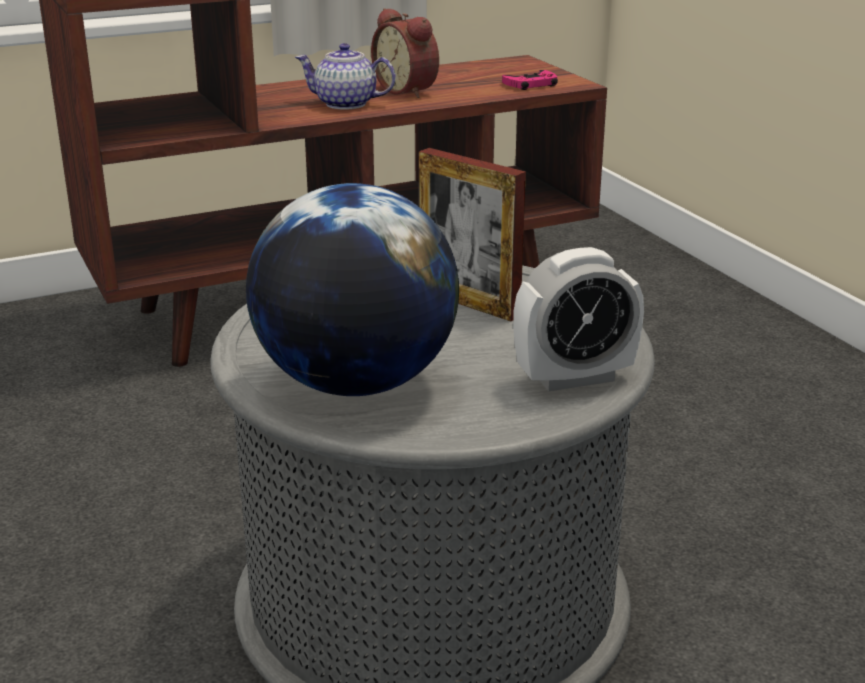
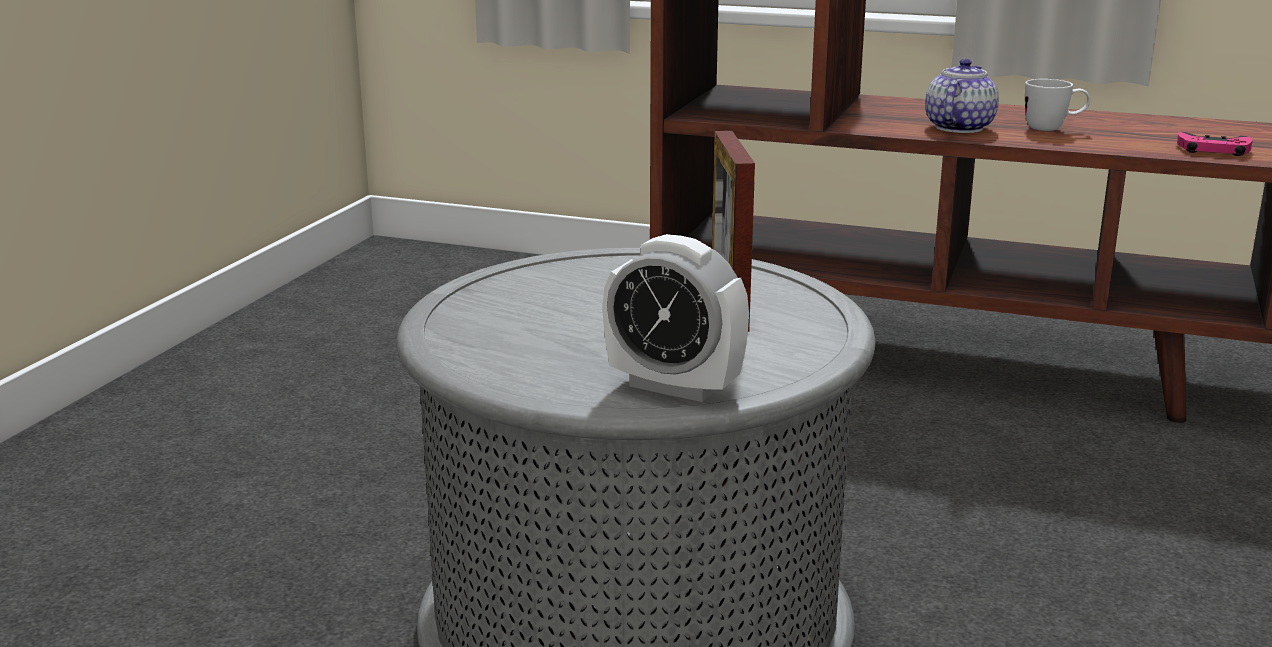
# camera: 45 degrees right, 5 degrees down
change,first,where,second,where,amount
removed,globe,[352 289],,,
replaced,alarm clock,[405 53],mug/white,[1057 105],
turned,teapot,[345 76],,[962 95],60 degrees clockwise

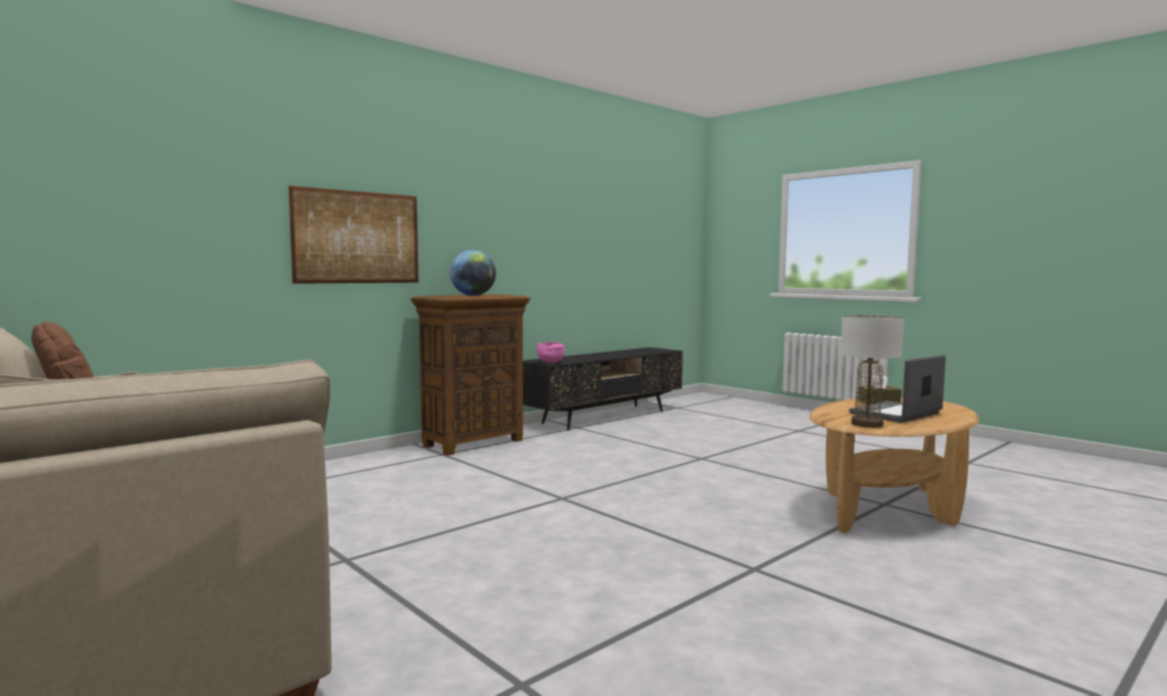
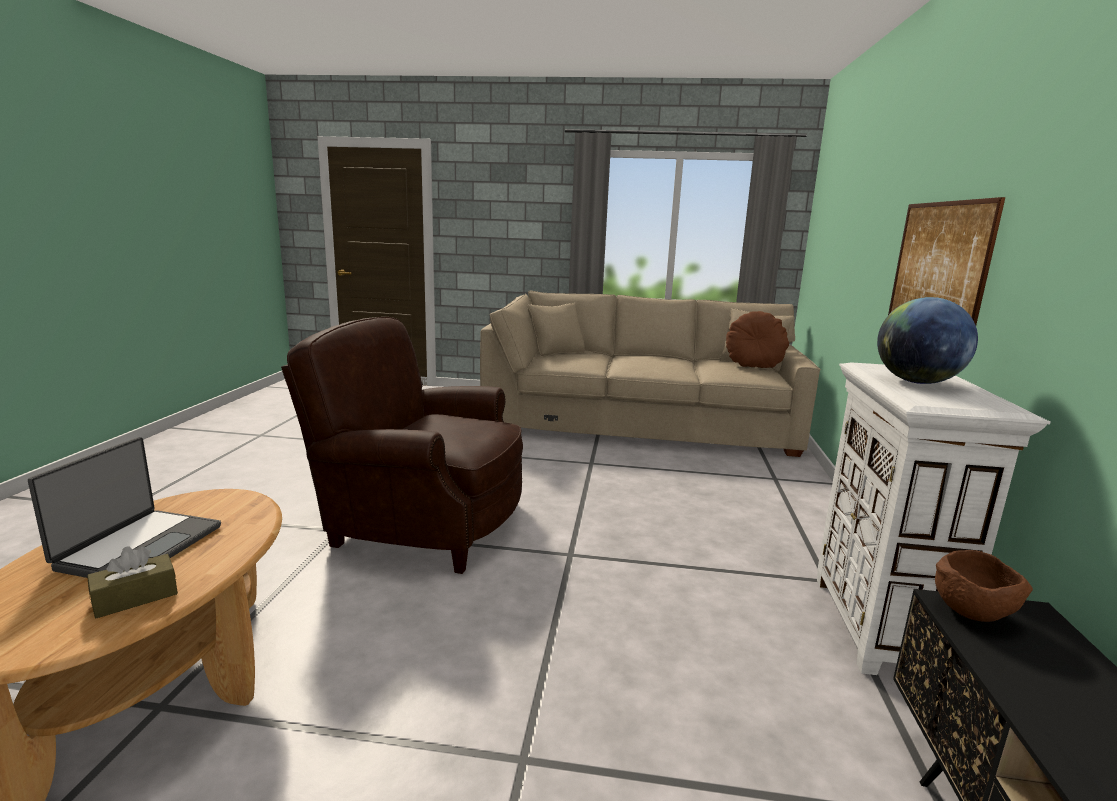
# camera: 140 degrees right, 10 degrees up
change,first,where,second,where,amount
removed,table lamp,[872 371],,,
added,,,armchair/brown,[402 445],
recoloured,cabinet/brown,[470 375],cabinet/white,[934 518],
recoloured,bowl/pink,[551 352],bowl/brown,[984 586],

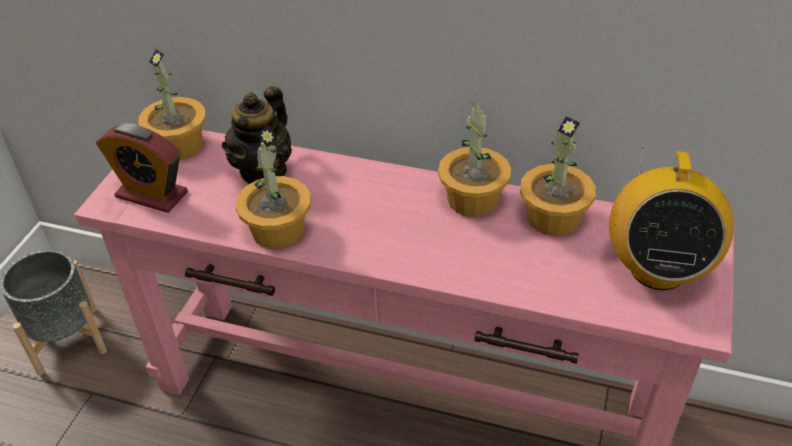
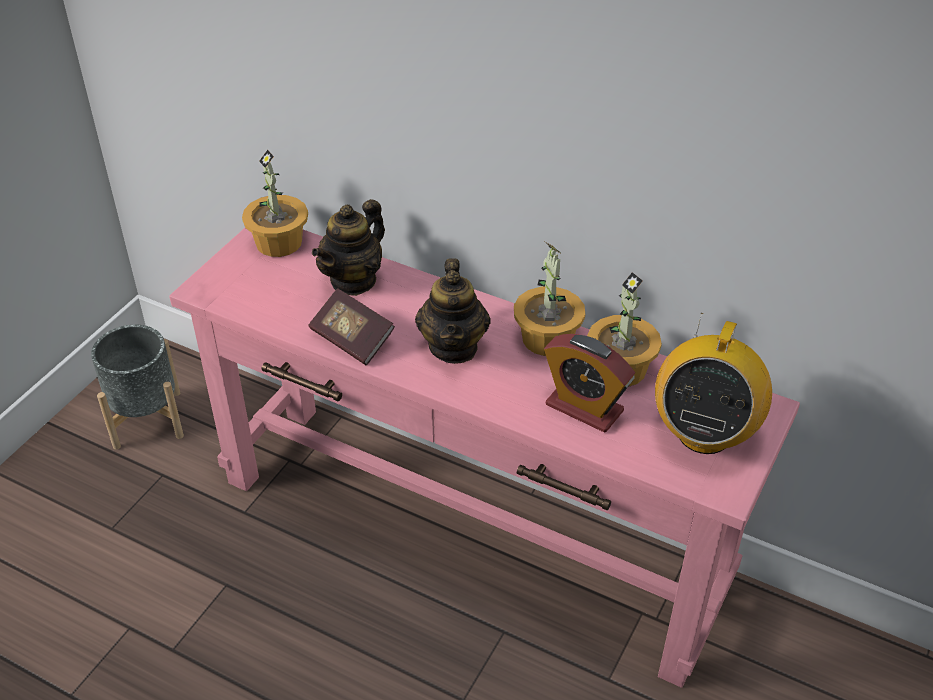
# camera: 10 degrees right, 0 degrees up
change,first,where,second,where,amount
added,,,teapot,[453 311],
moved,alarm clock,[142 168],,[589 383],
replaced,potted plant,[273 187],book,[352 326],

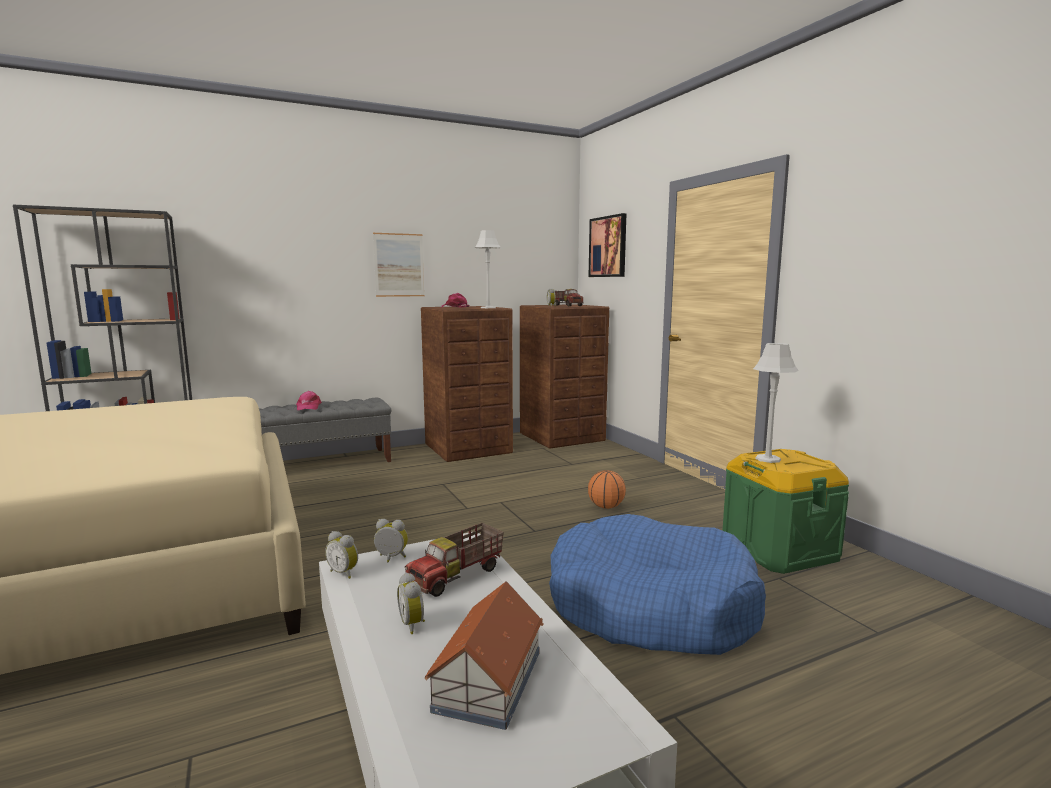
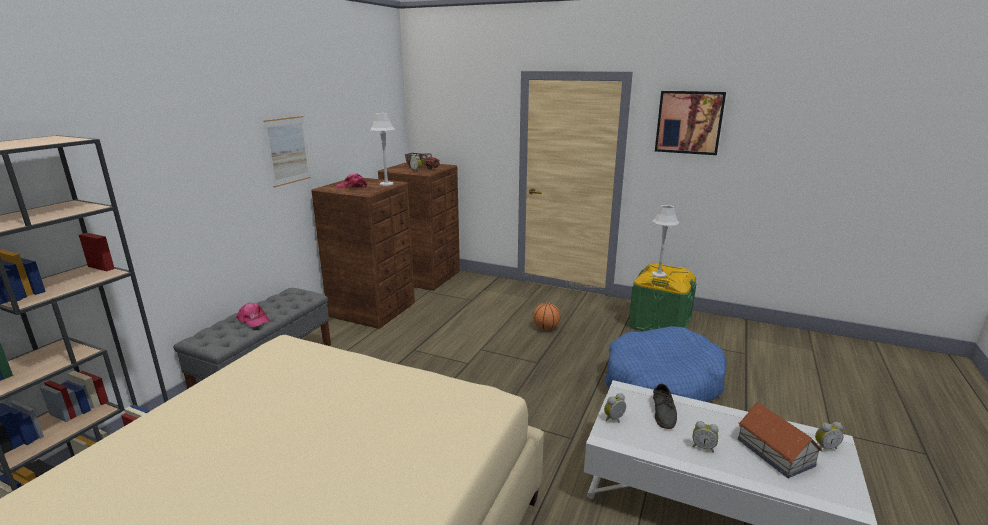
# camera: 40 degrees left, 10 degrees up
change,first,where,second,where,amount
moved,alarm clock,[341 555],,[829 435],
moved,picture,[608 245],,[690 123],
replaced,toy truck,[454 560],shoe/grey,[665 406],

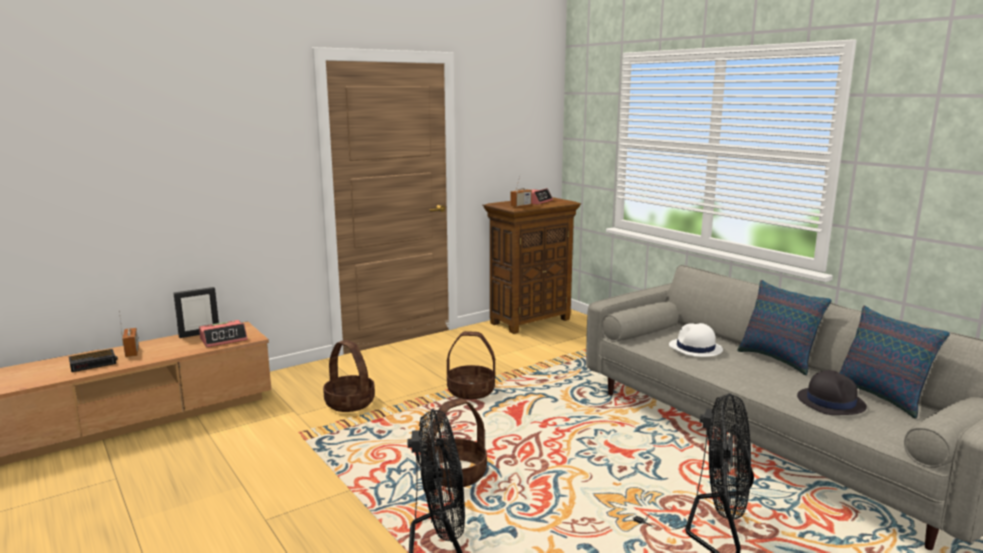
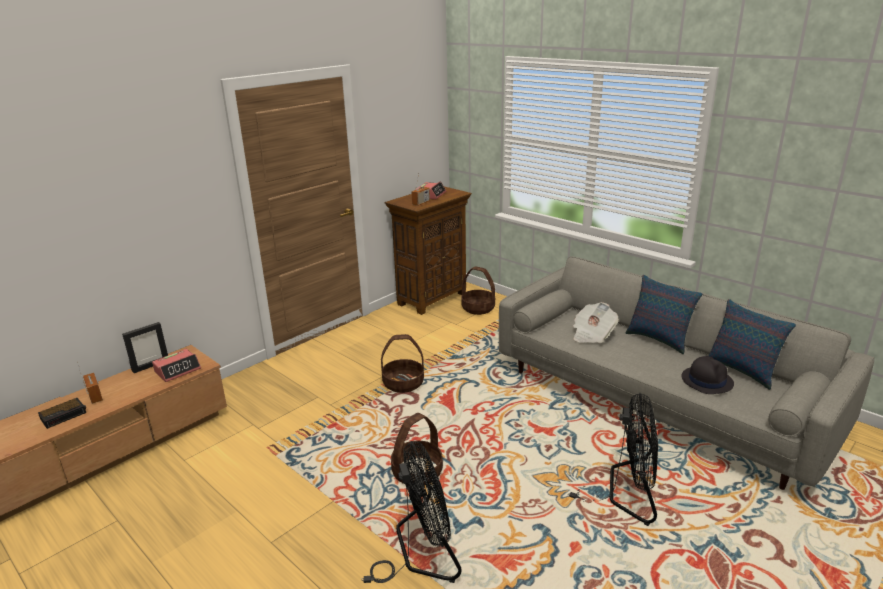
# camera: 10 degrees left, 10 degrees up
change,first,where,second,where,amount
moved,basket,[349 376],,[478 290],
replaced,hat/white,[696 340],newspaper,[596 322],

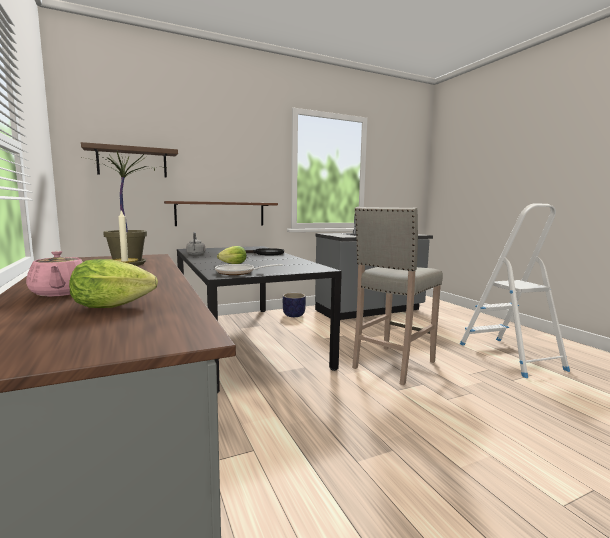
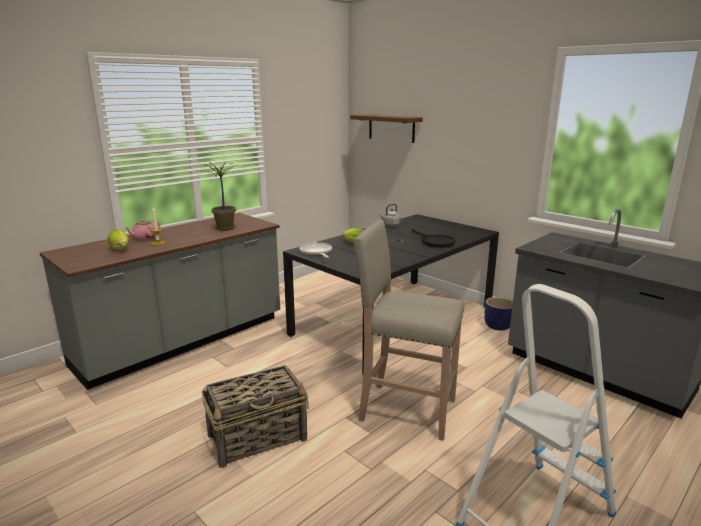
# camera: 70 degrees right, 10 degrees up
change,first,where,second,where,amount
removed,shelf/brown,[221 213],,,
added,,,basket,[255 416],

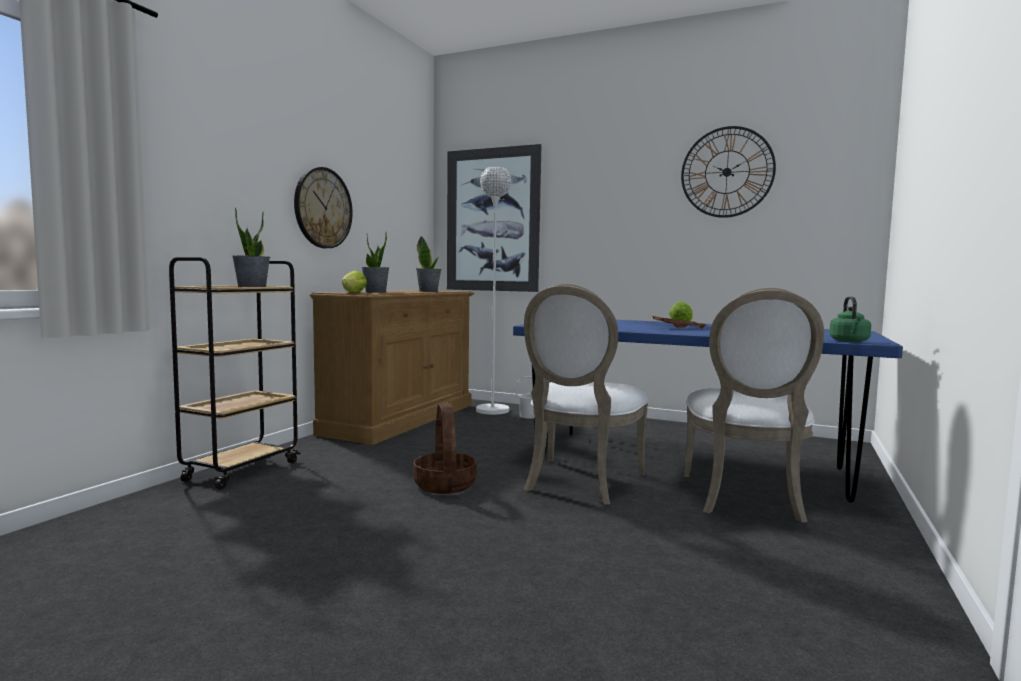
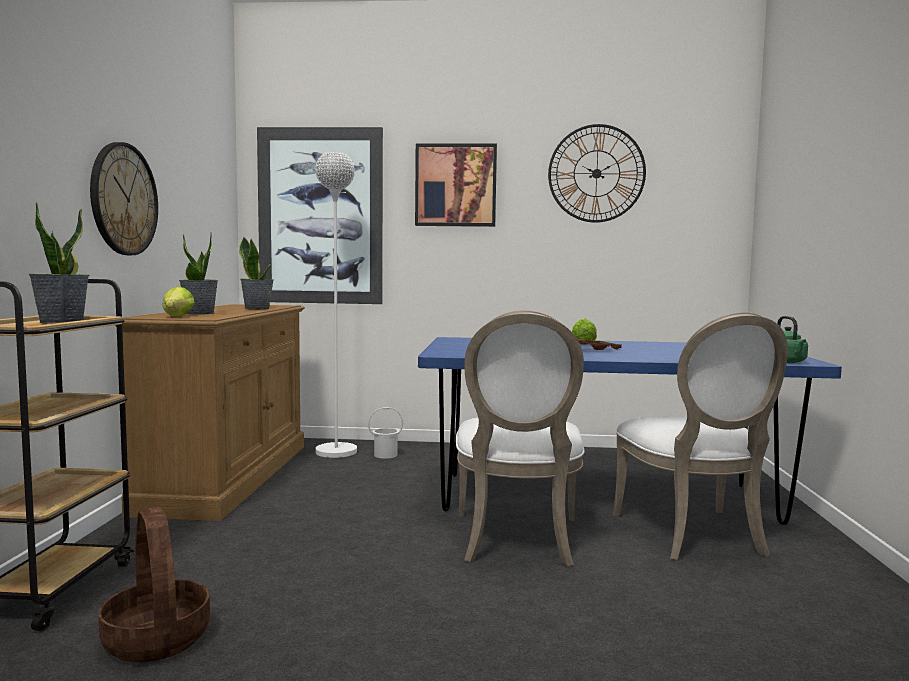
# camera: 20 degrees left, 0 degrees up
change,first,where,second,where,amount
added,,,picture,[456 185],
moved,basket,[445 448],,[154 585],

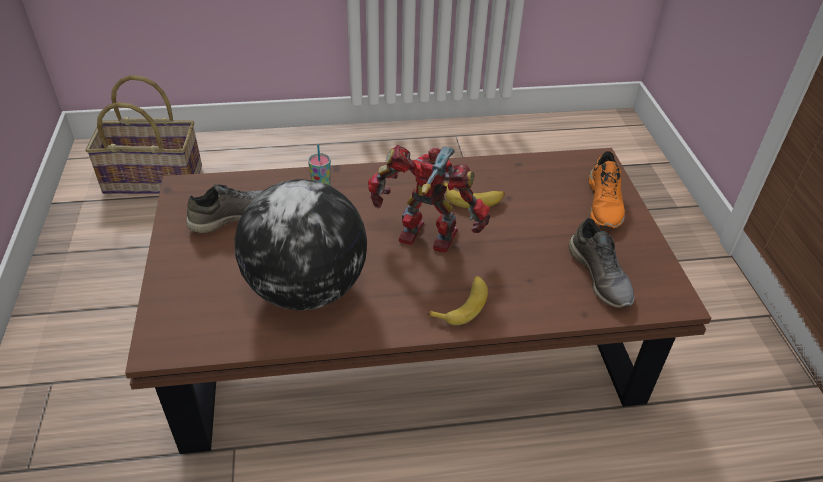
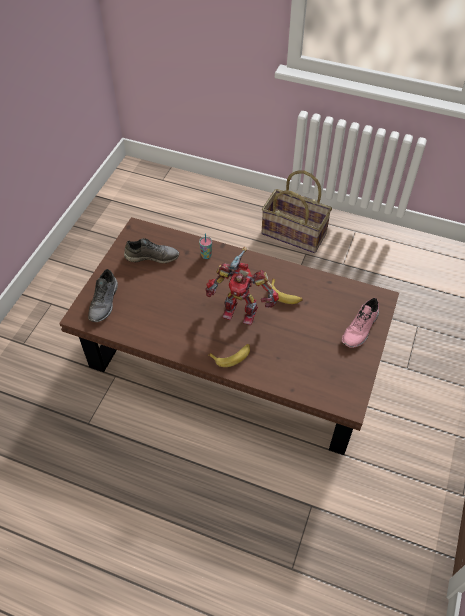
# camera: 30 degrees right, 10 degrees up
change,first,where,second,where,amount
removed,globe,[301 244],,,
moved,basket,[143 134],,[297 211],
moved,shoe/grey,[601 263],,[103 295],
recoloured,shoe/orange,[606 189],shoe/pink,[360 323],
turned,toy robot,[429 198],,[242 286],150 degrees clockwise

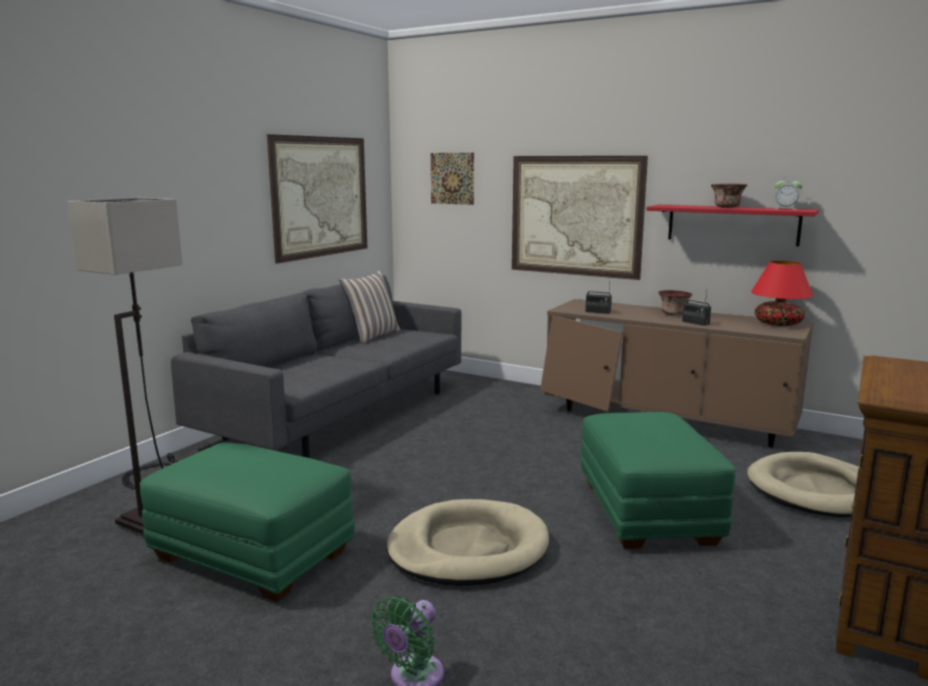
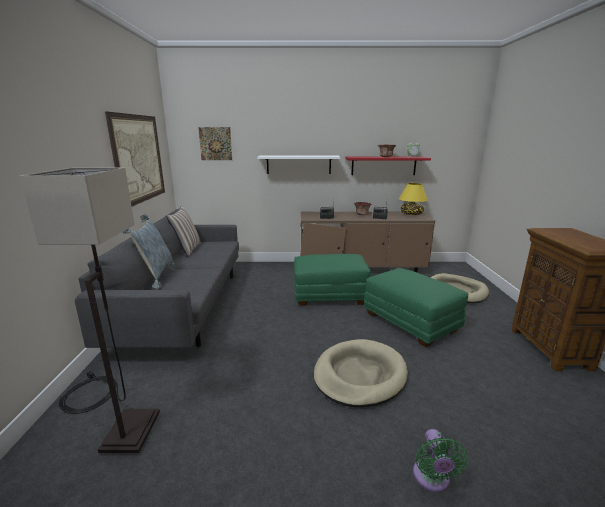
# camera: 30 degrees left, 5 degrees up
change,first,where,second,where,amount
added,,,pillow,[148 251],
moved,ottoman/green,[247 522],,[332 280],
replaced,picture,[580 218],shelf/white,[298 164],
recoloured,table lamp/red,[782 293],table lamp/yellow,[413 199],

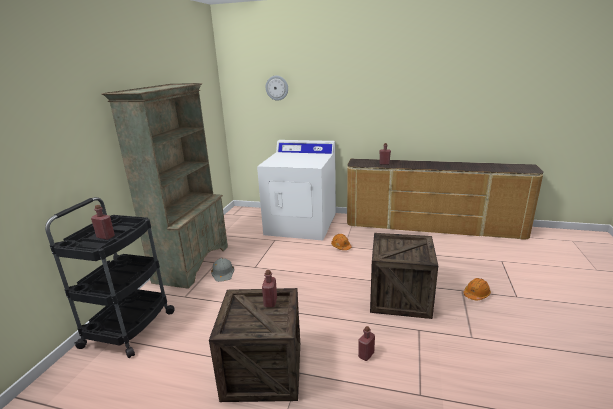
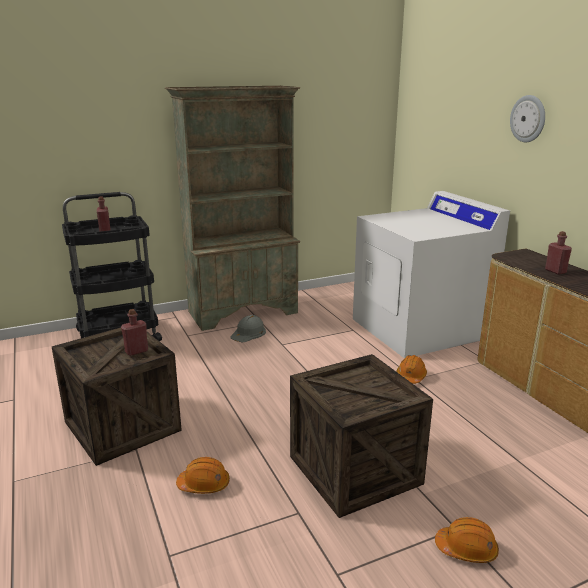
# camera: 50 degrees right, 0 degrees up
change,first,where,second,where,amount
moved,wall clock,[277 88],,[527 118],
replaced,bottle/red,[366 343],hard hat/orange,[203 475],

